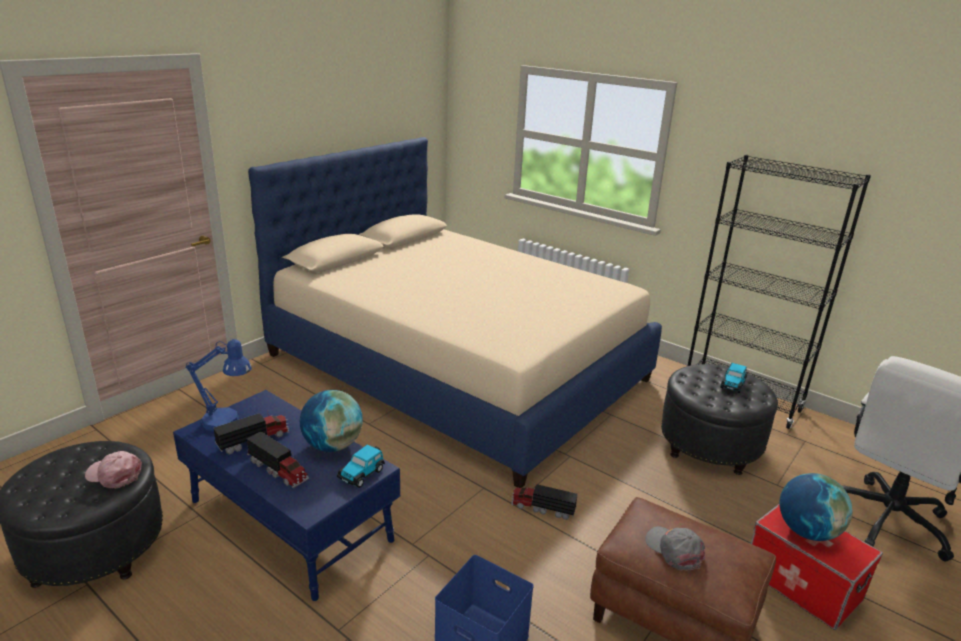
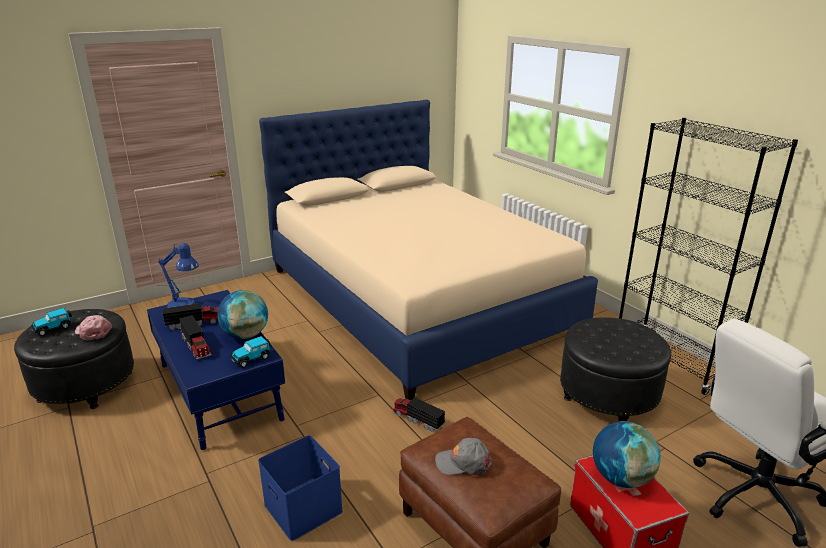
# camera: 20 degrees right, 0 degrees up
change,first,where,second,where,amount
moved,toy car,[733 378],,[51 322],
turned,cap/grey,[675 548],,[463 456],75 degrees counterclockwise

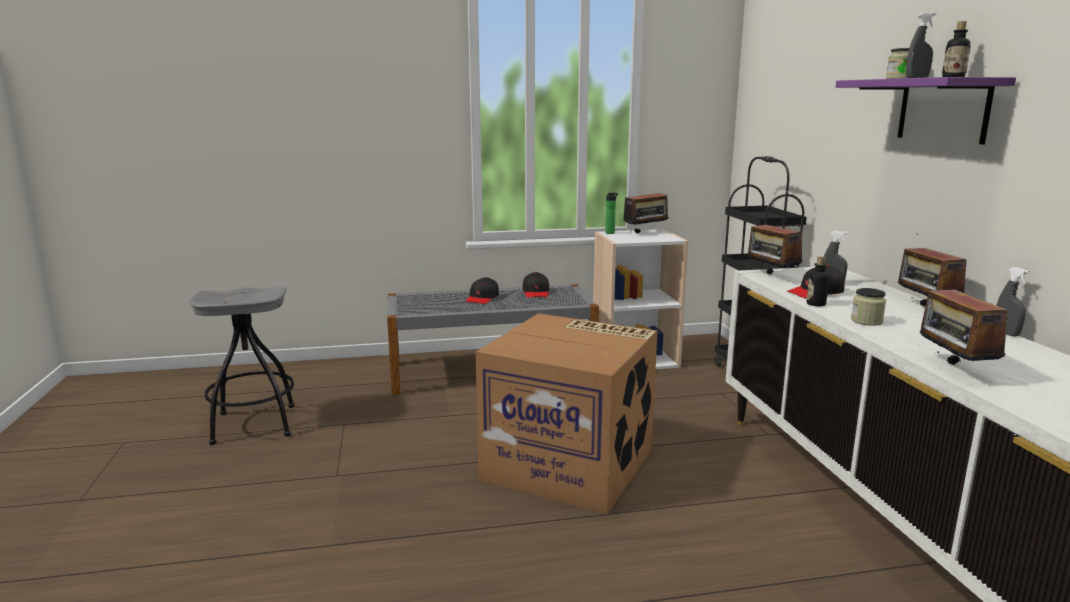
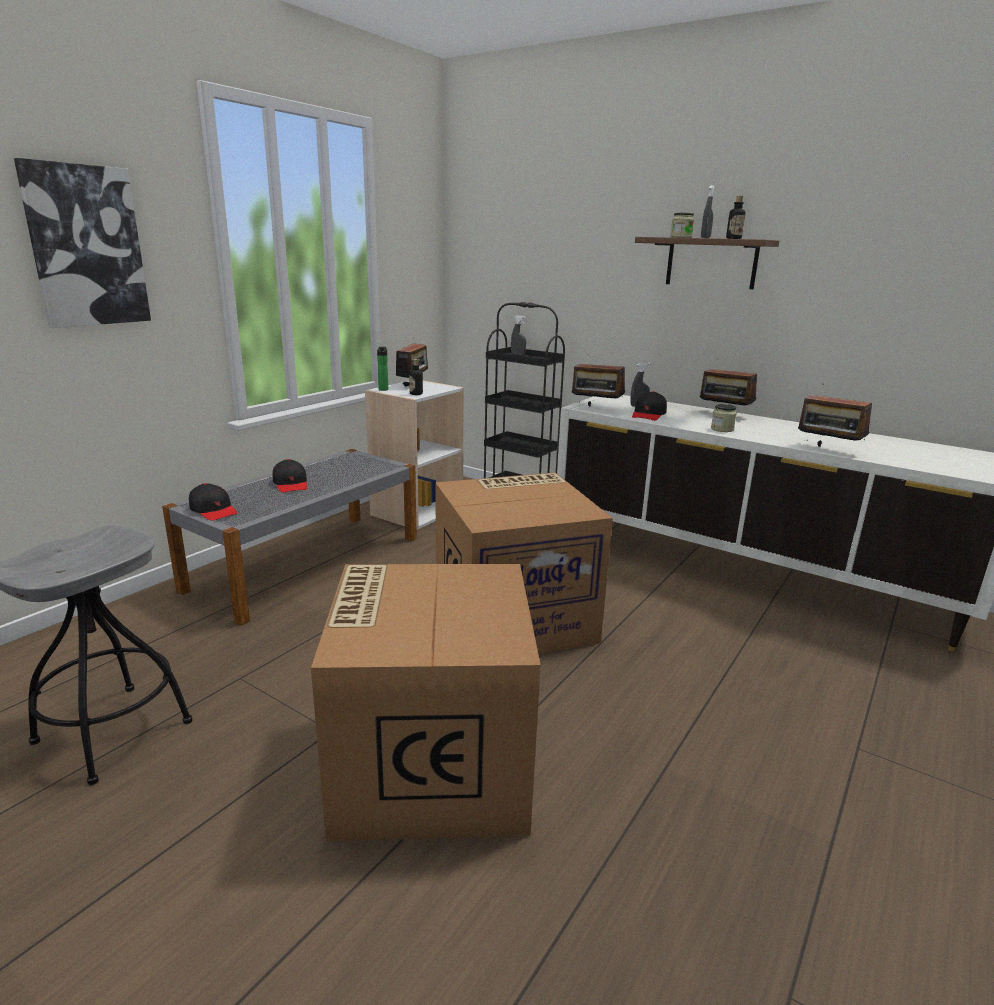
# camera: 45 degrees left, 5 degrees up
change,first,where,second,where,amount
added,,,picture,[82 243],
added,,,cardboard box,[426 702],
moved,cap/black,[536 285],,[213 502],
moved,bottle,[817 281],,[416 377],
moved,spray bottle/grey,[1013 301],,[518 335],
recoloured,shelf/purple,[926 111],shelf/brown,[707 263],

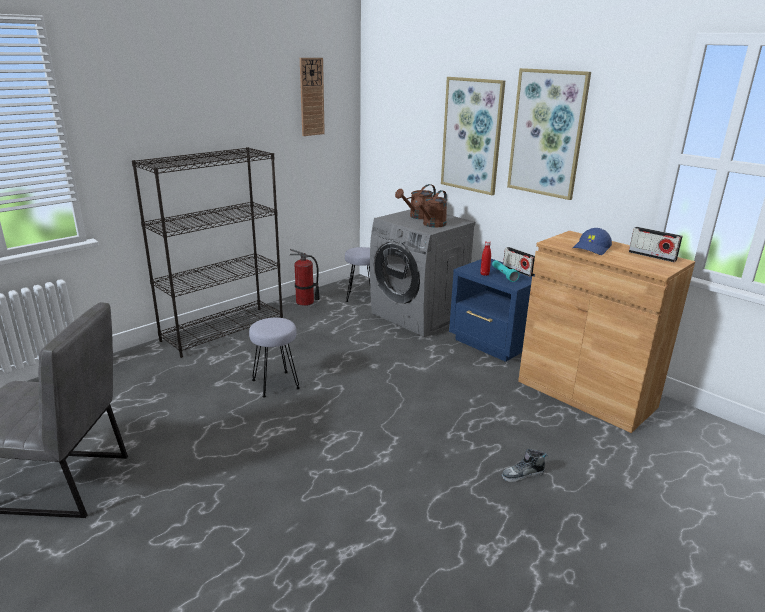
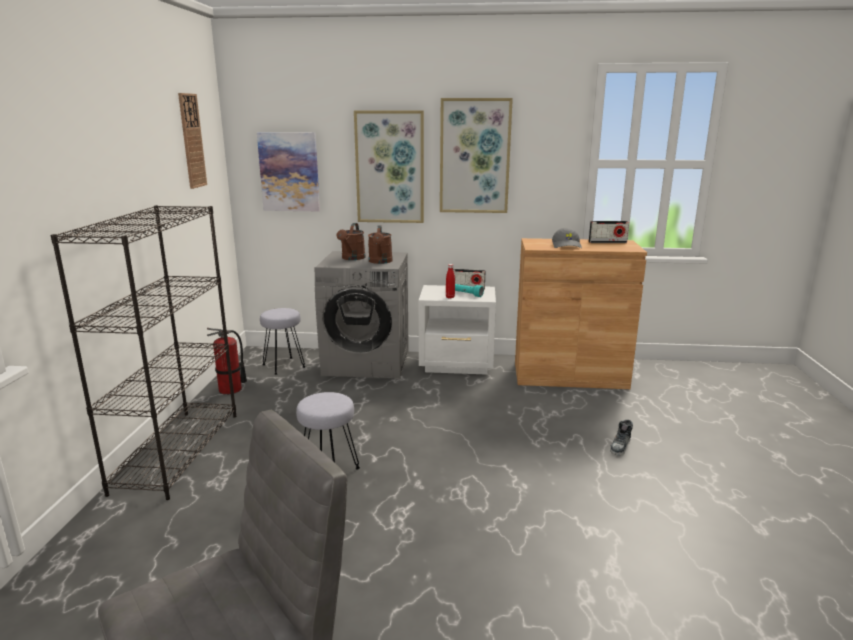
# camera: 40 degrees left, 5 degrees down
change,first,where,second,where,amount
added,,,picture,[288 171],
recoloured,nightstand/blue,[492 310],nightstand/white,[457 330],
recoloured,cap/blue,[592 241],cap/grey,[567 238],

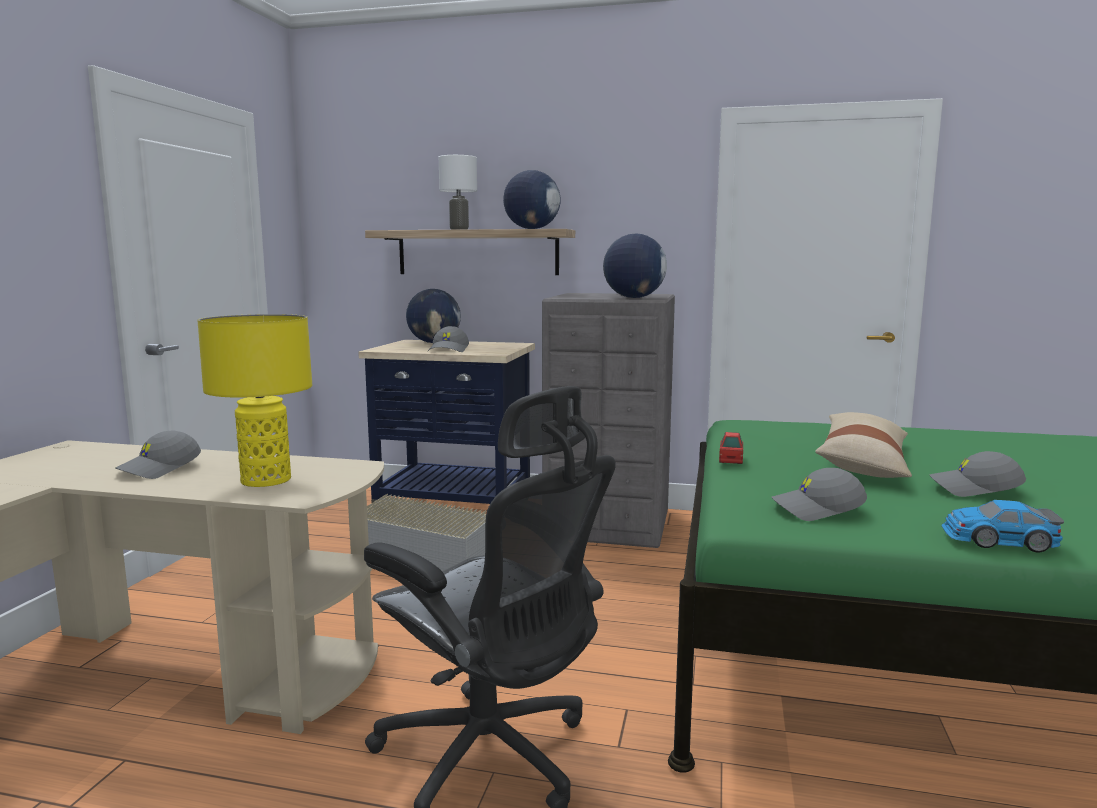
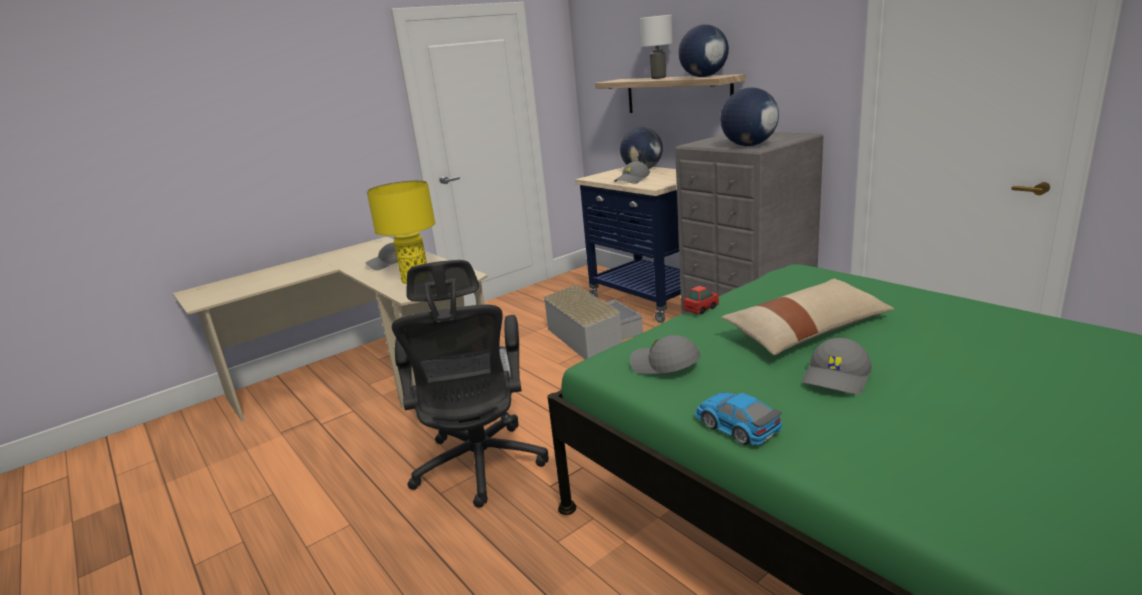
# camera: 40 degrees right, 10 degrees up
change,first,where,second,where,amount
turned,cap/grey,[978 474],,[836 366],105 degrees counterclockwise

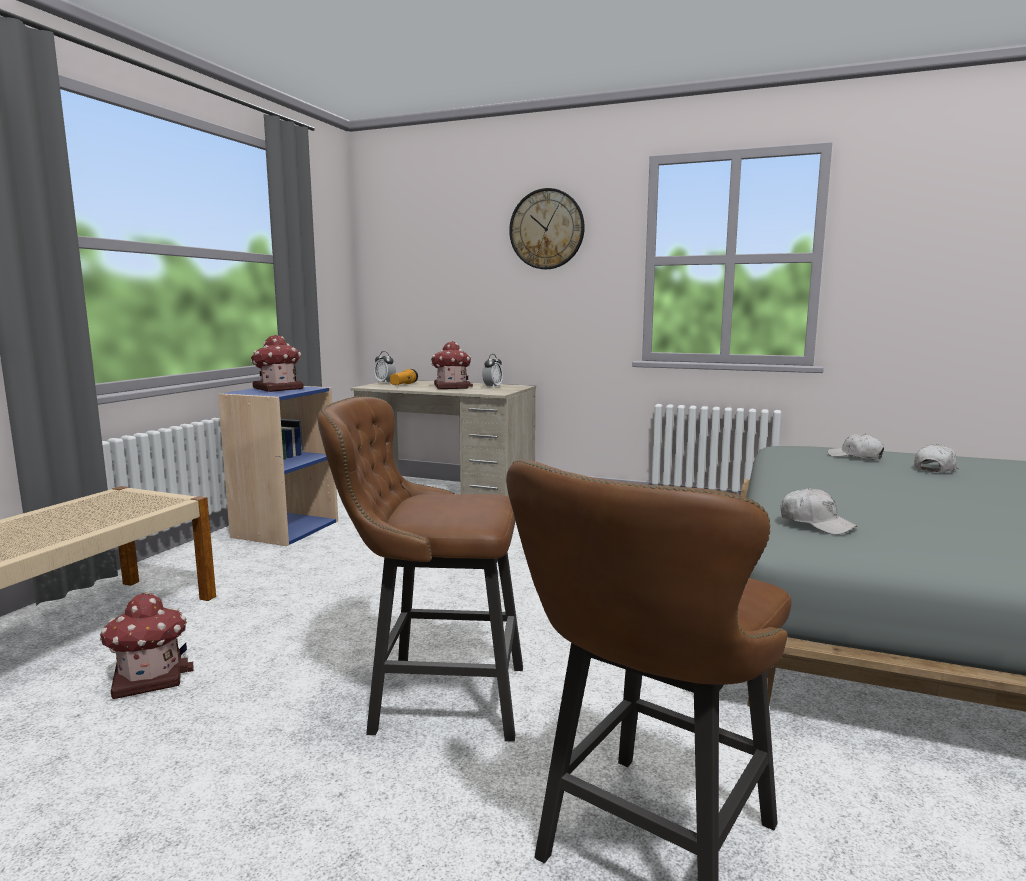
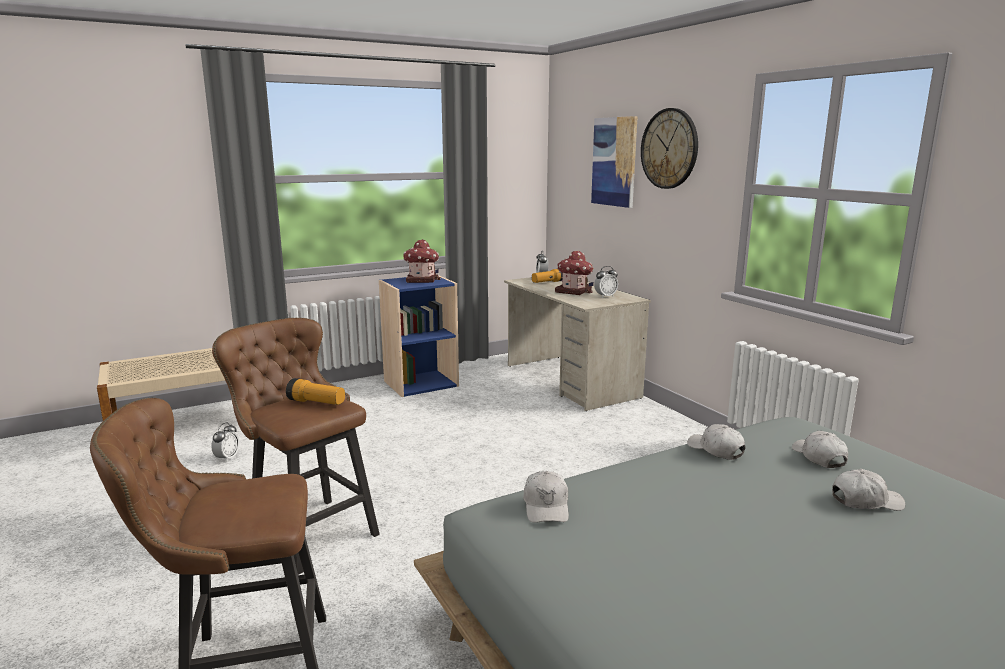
# camera: 40 degrees right, 5 degrees up
change,first,where,second,where,amount
added,,,flashlight,[315 391],
added,,,picture,[614 162],
added,,,cap/white,[716 442],
replaced,toy house,[147 646],alarm clock,[225 442],

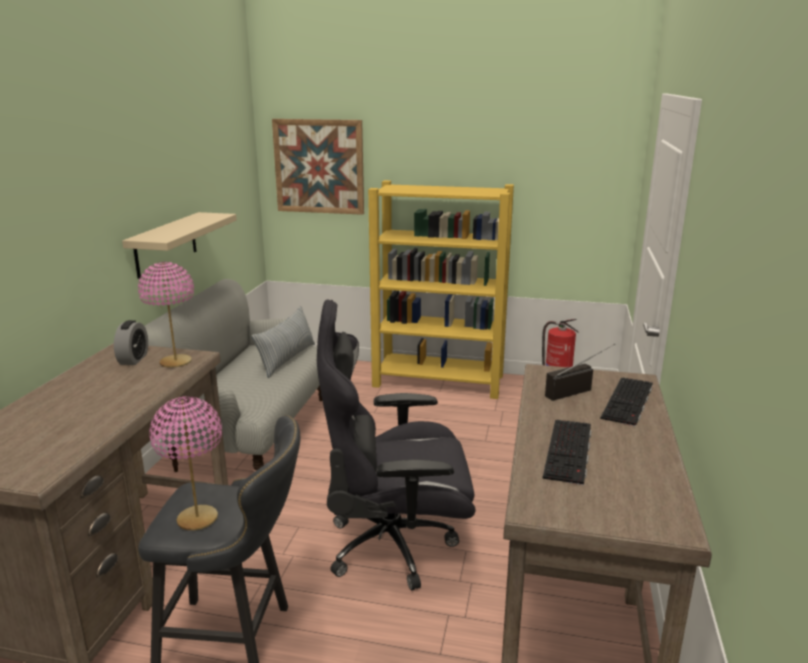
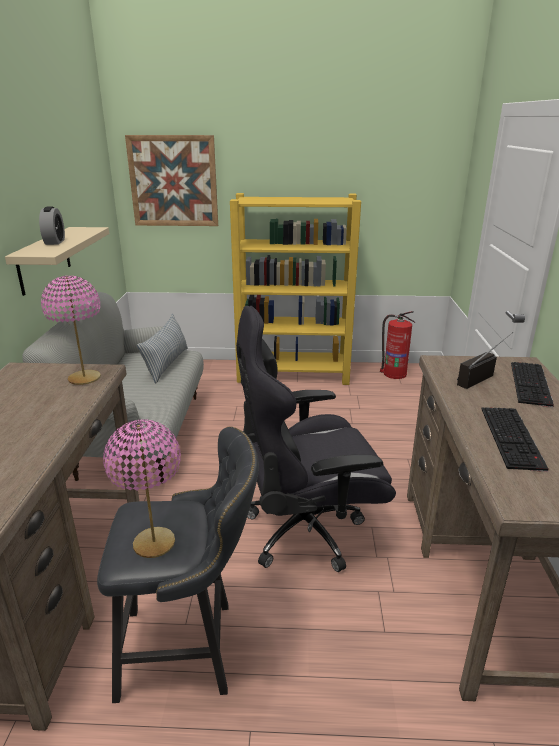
# camera: 10 degrees left, 5 degrees up
change,first,where,second,where,amount
moved,alarm clock,[131 342],,[52 225],

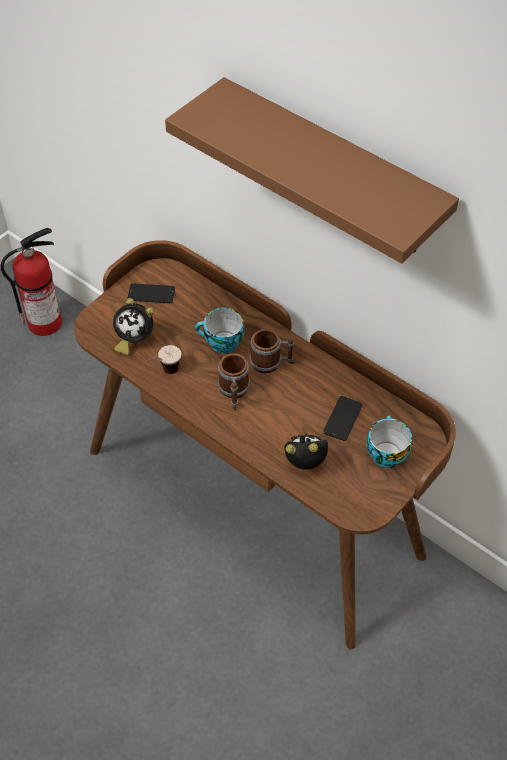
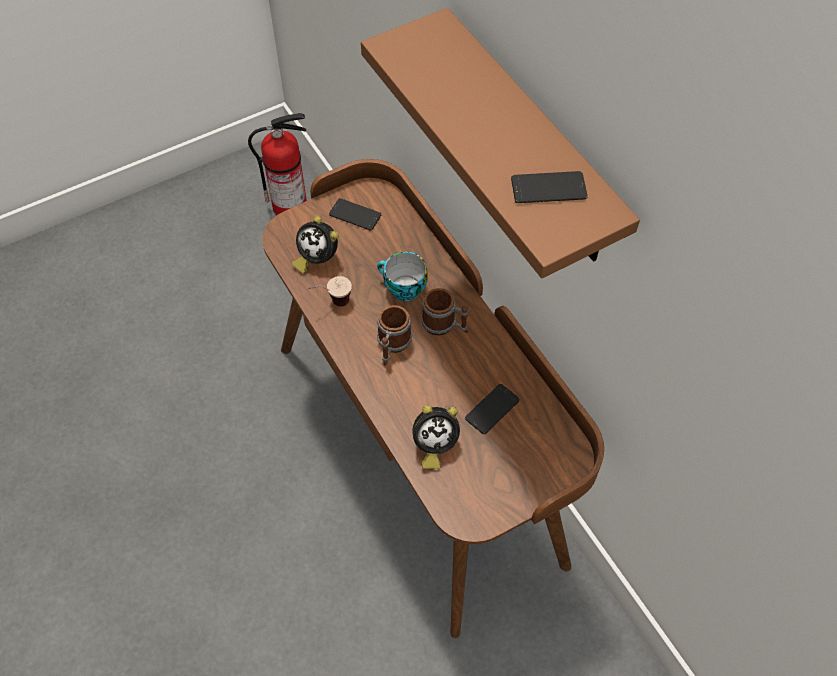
# camera: 20 degrees right, 5 degrees up
change,first,where,second,where,amount
removed,cup,[389 442],,,
added,,,phone,[549 187],
turned,alarm clock,[306 452],,[436 437],150 degrees clockwise

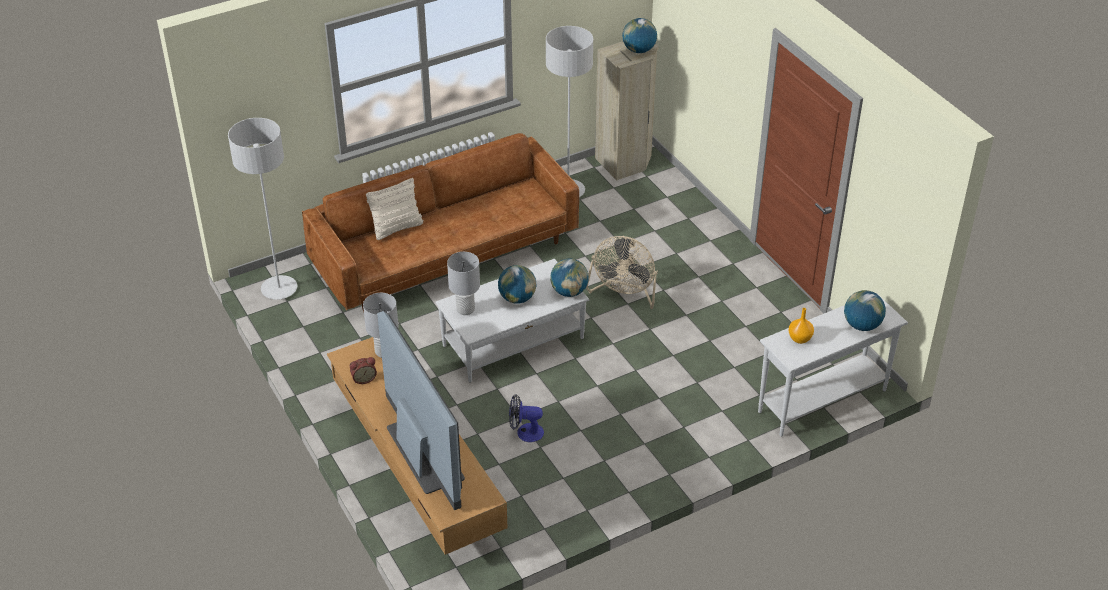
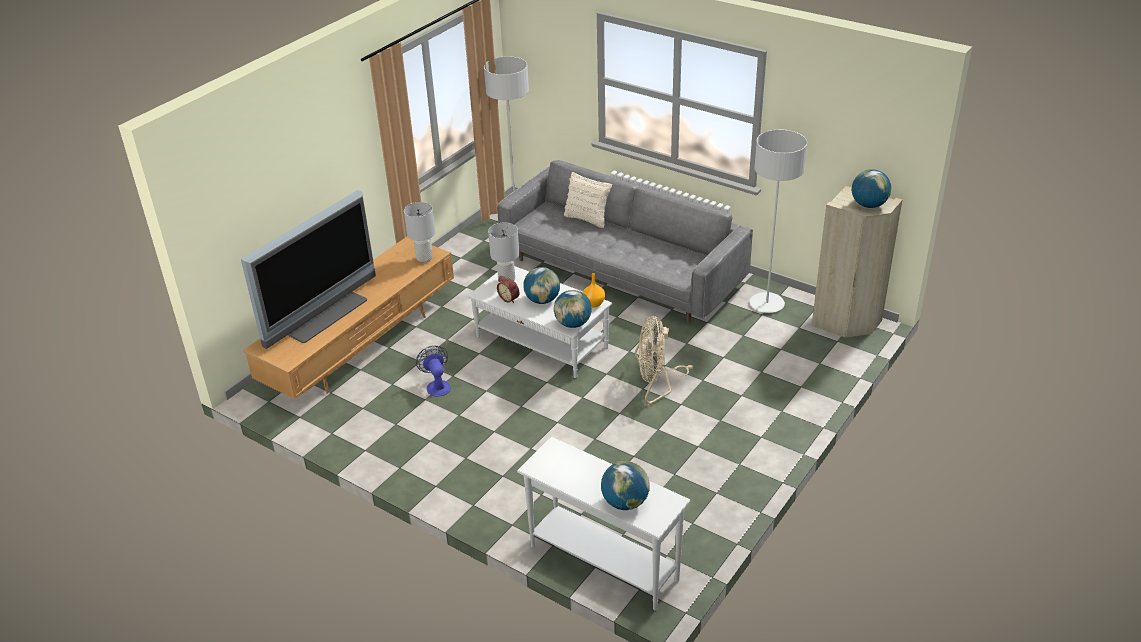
# camera: 65 degrees right, 5 degrees down
change,first,where,second,where,amount
moved,alarm clock,[363 370],,[508 289],
moved,vase/orange,[801 326],,[594 290],
recoloured,sofa/brown,[440 222],sofa/grey,[625 241],

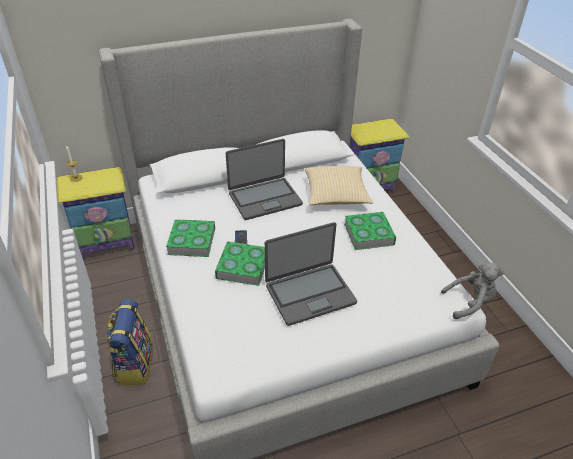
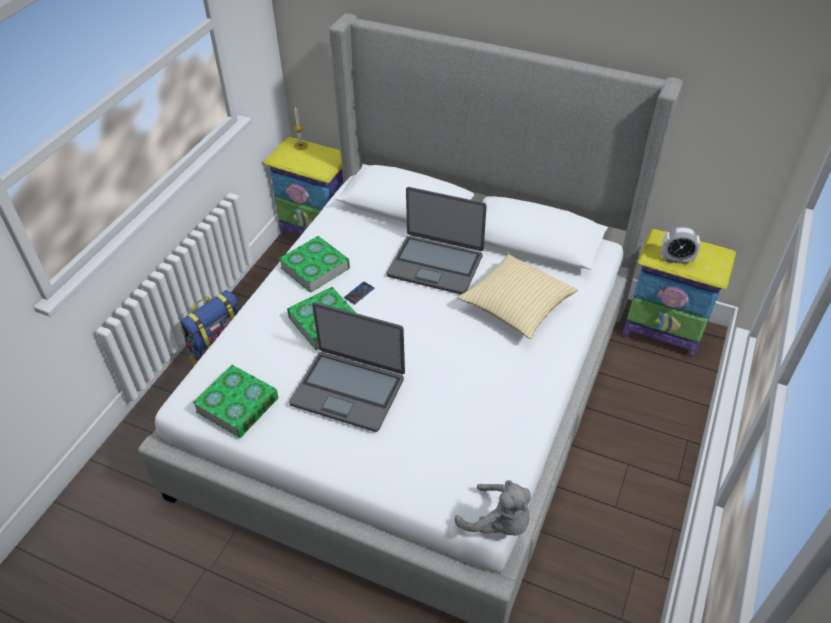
# camera: 45 degrees right, 5 degrees up
change,first,where,second,where,amount
added,,,alarm clock,[681 245],
moved,book,[370 231],,[236 401],

